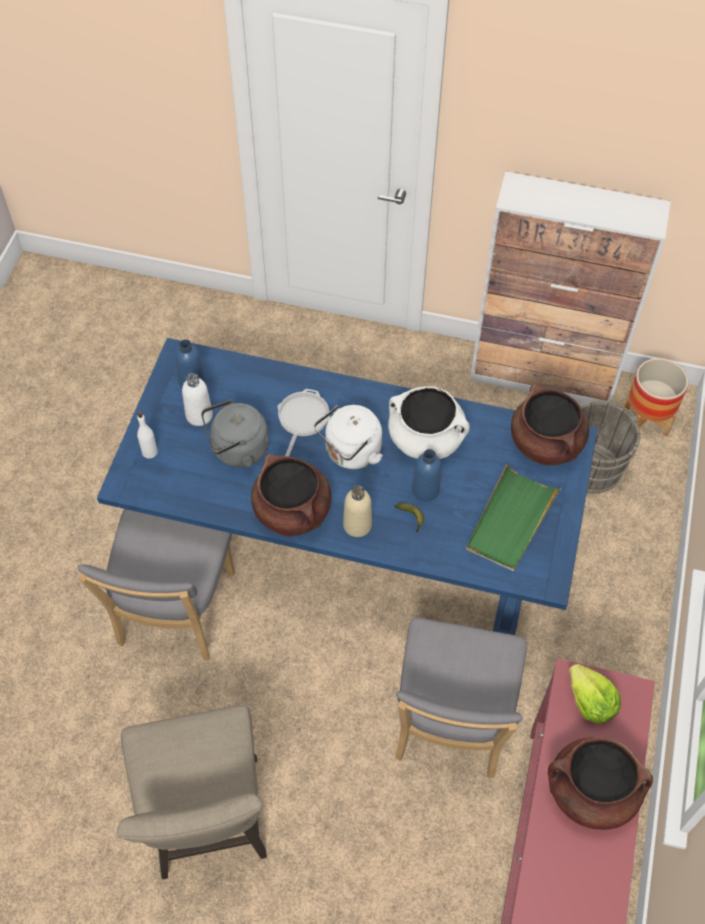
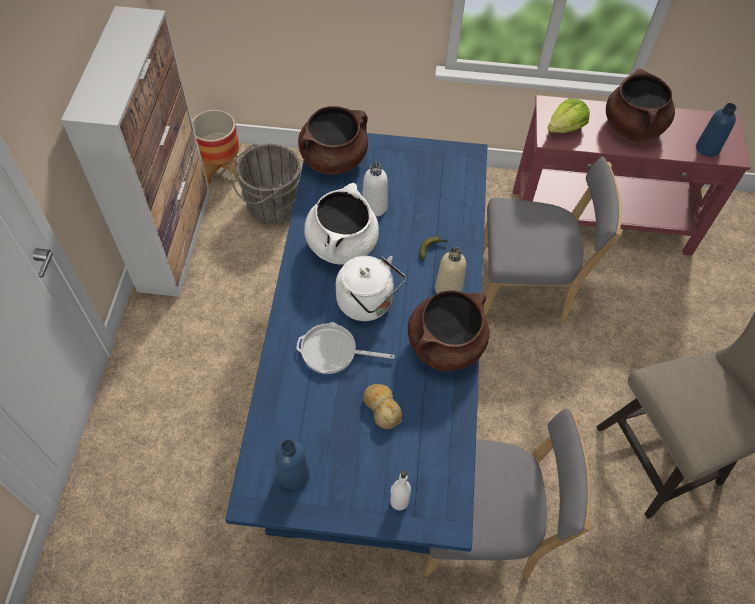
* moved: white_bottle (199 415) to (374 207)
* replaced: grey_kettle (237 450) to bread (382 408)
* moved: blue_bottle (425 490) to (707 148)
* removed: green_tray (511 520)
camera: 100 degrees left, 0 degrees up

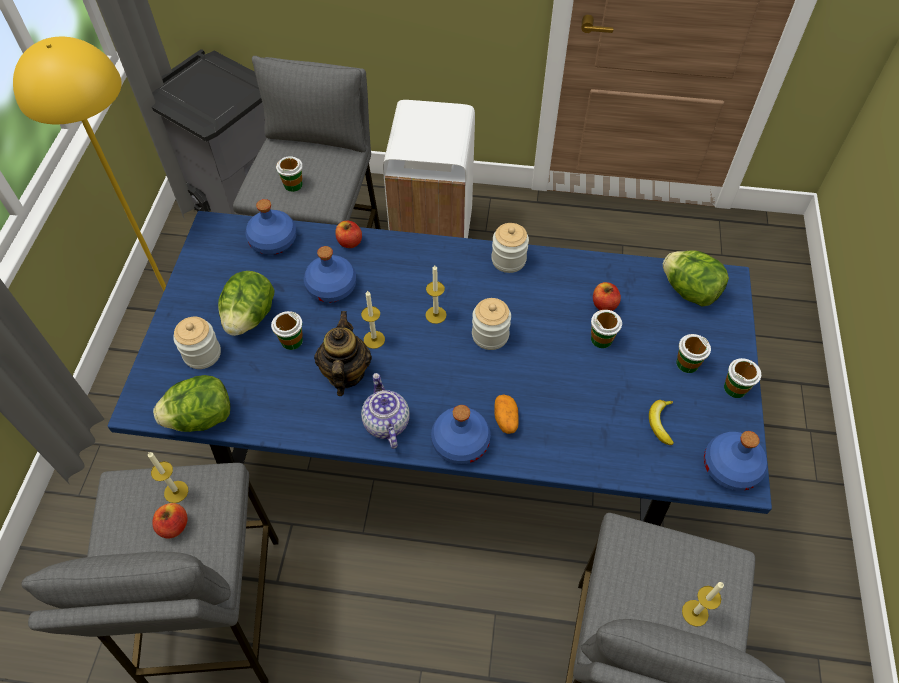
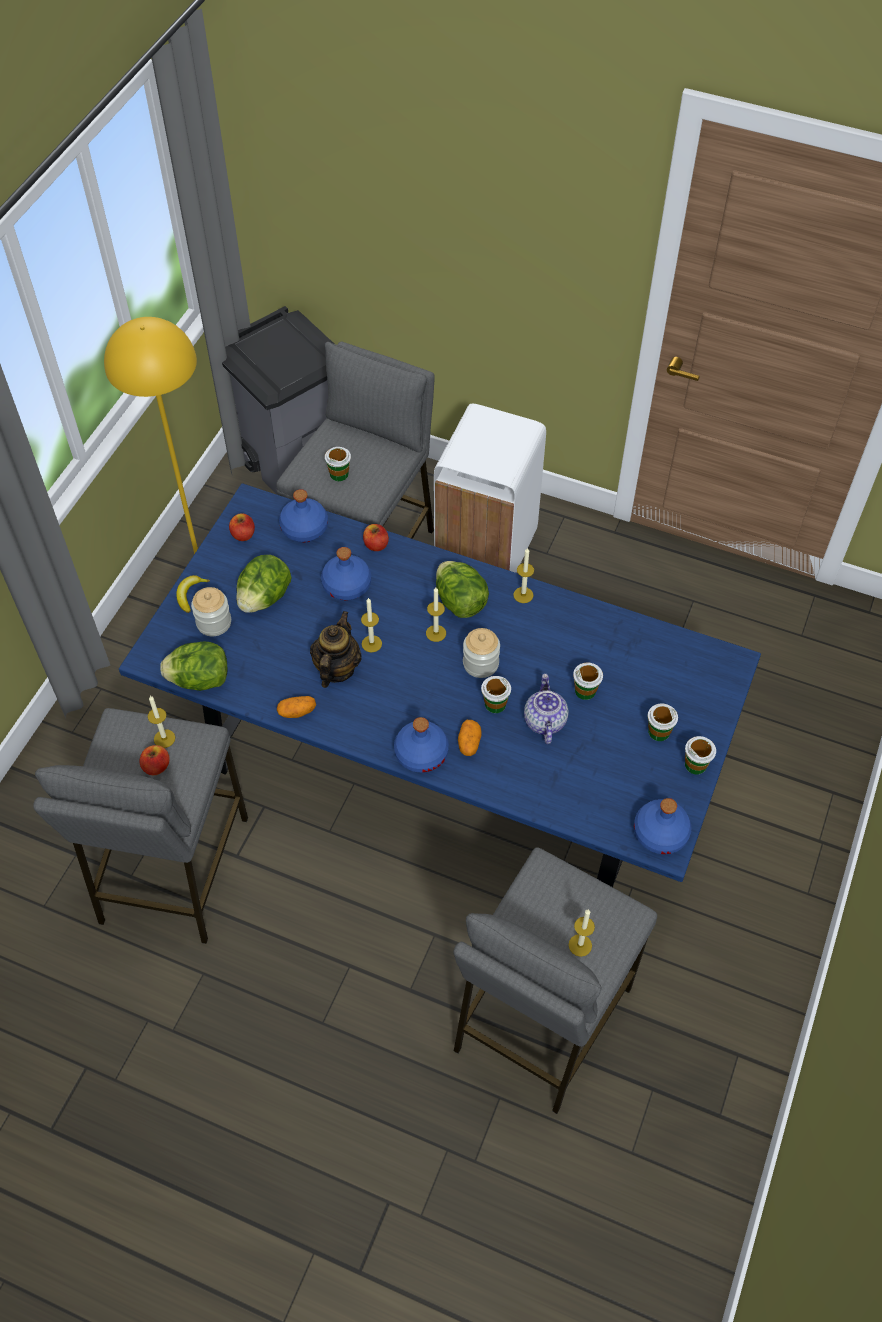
* replaced: jar (508 260) to candle (523 595)
* moved: lettuce (689 291) to (460 602)
* moved: apple (604 304) to (243 534)
* moved: cup (291 341) to (495 704)
* moved: teapot (385 422) to (544 721)
* moved: banana (660 423) to (190 595)
* added: potato (297 711)
camera: 15 degrees right, 0 degrees up

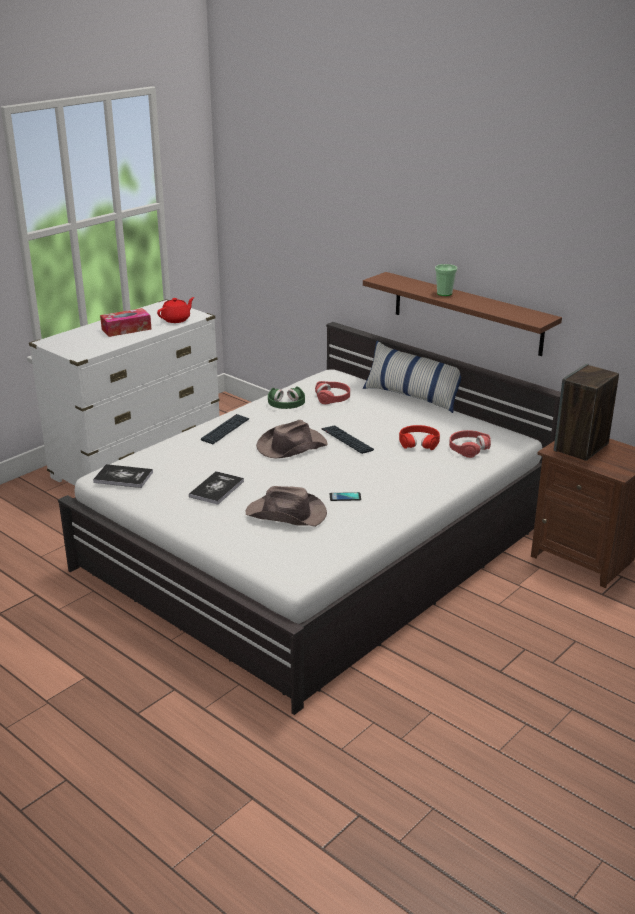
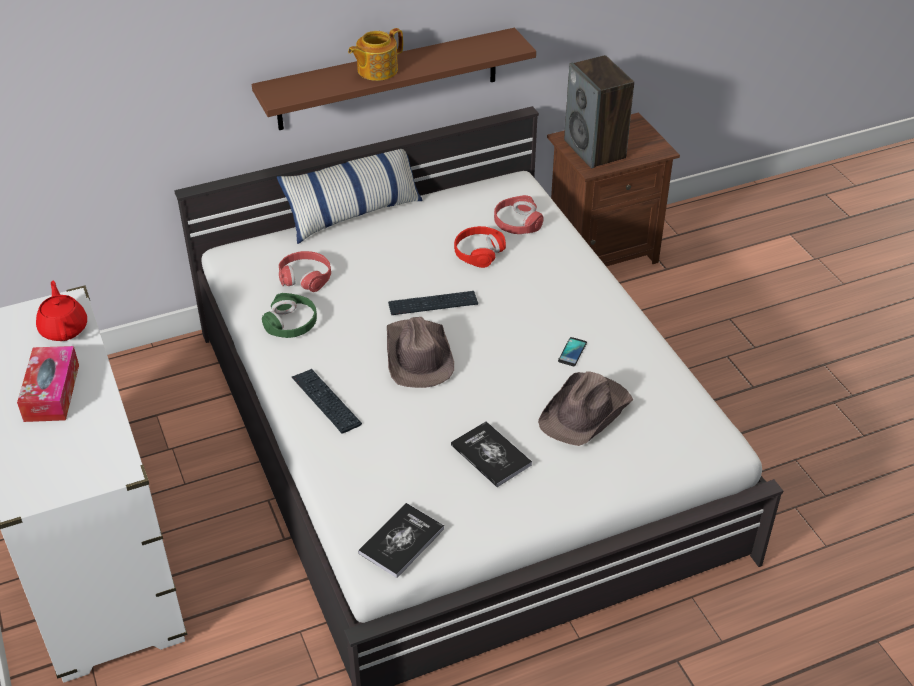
* replaced: cup (444 293) to teapot (376 70)
camera: 65 degrees left, 15 degrees up

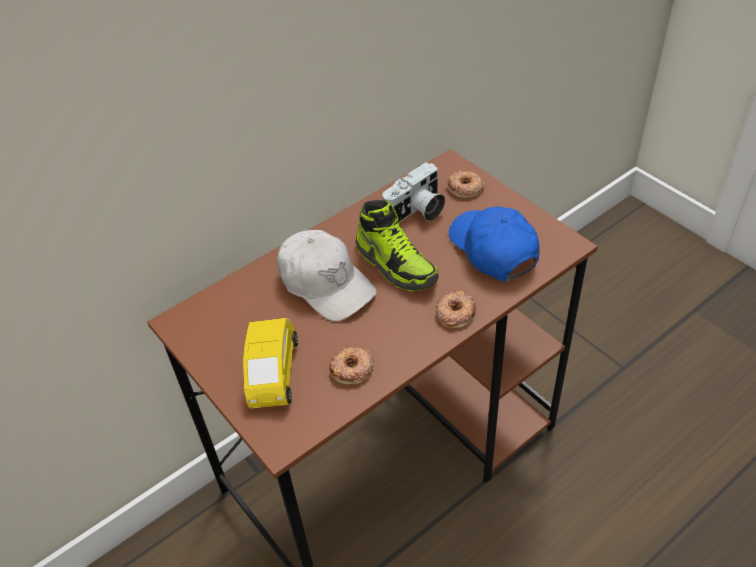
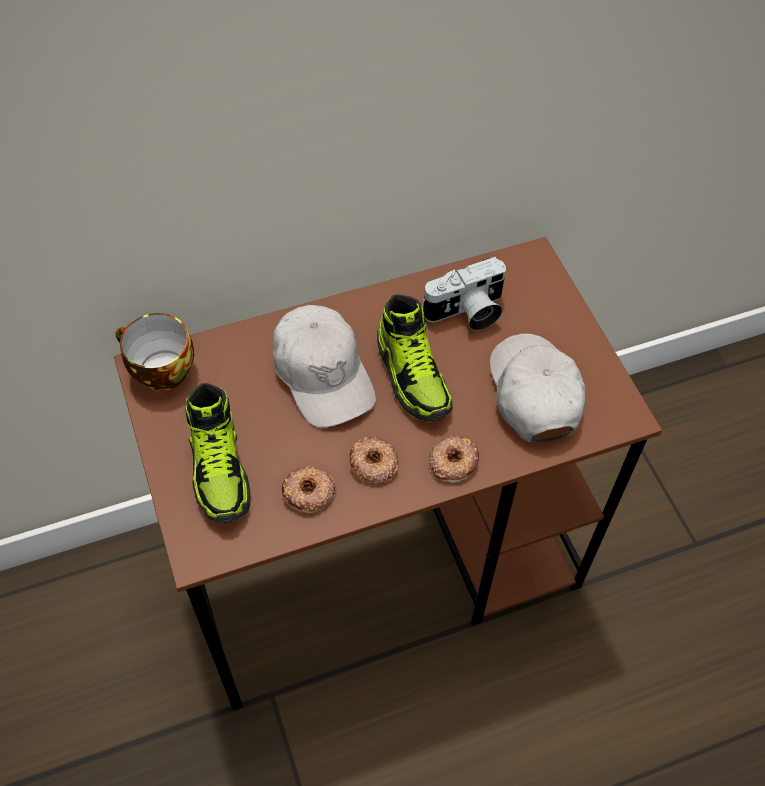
* moved: donut (465 188) to (373 463)
* recoloured: blue_cap (493 250) to white_cap (534 394)
* replaced: yellow_toy_car (272 374) to shoe (220 468)
* added: cup (159 371)
camera: 15 degrees right, 10 degrees up

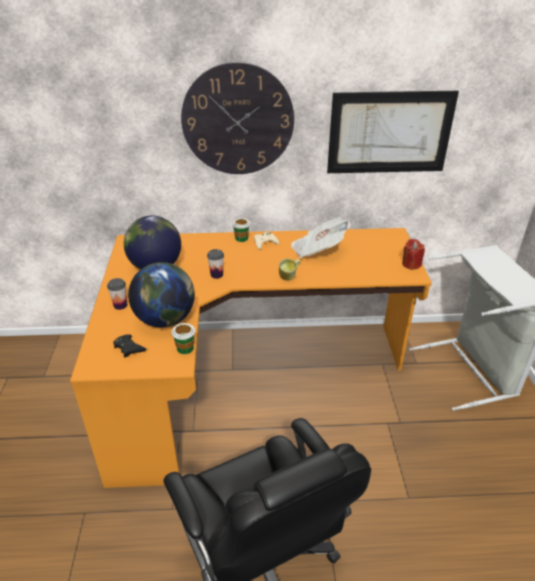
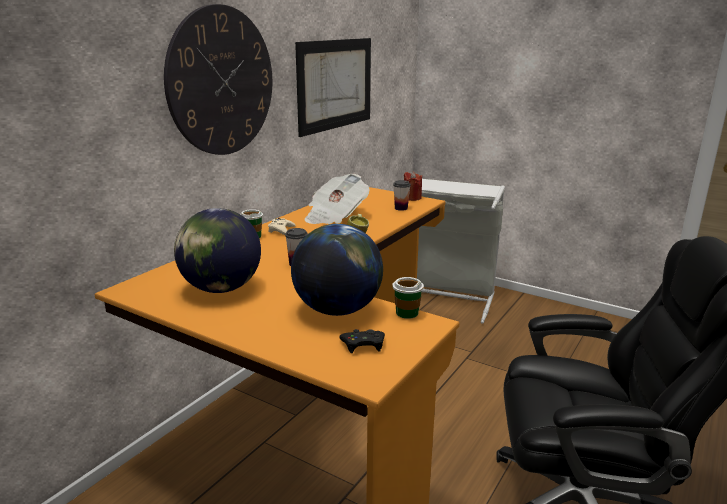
* moved: cup (120 305) to (401 208)
camera: 55 degrees left, 15 degrees down

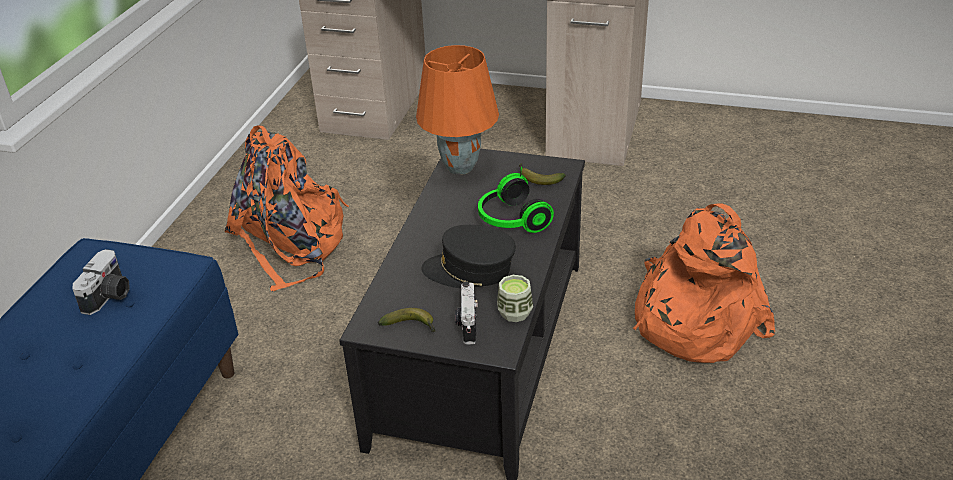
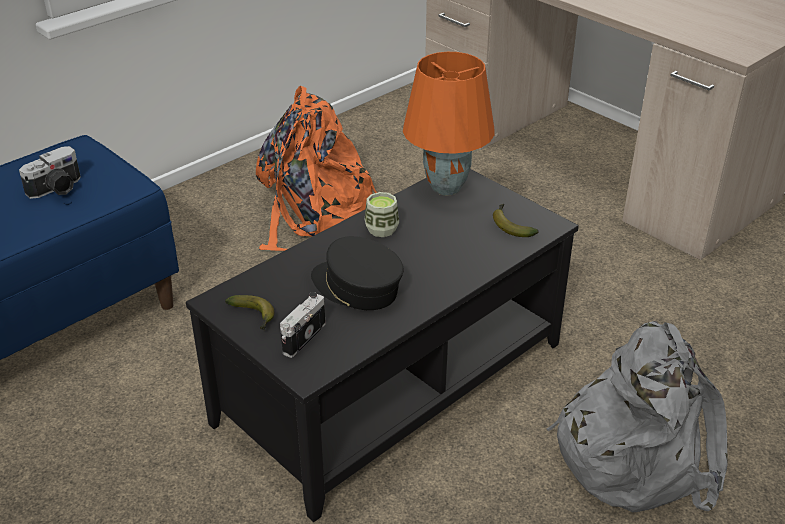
* removed: headphones (510 220)
* recoloured: orange_backpack (693 320) to grey_backpack (634 452)
* moved: cup (515 312) to (381 229)
camera: 30 degrees right, 0 degrees up

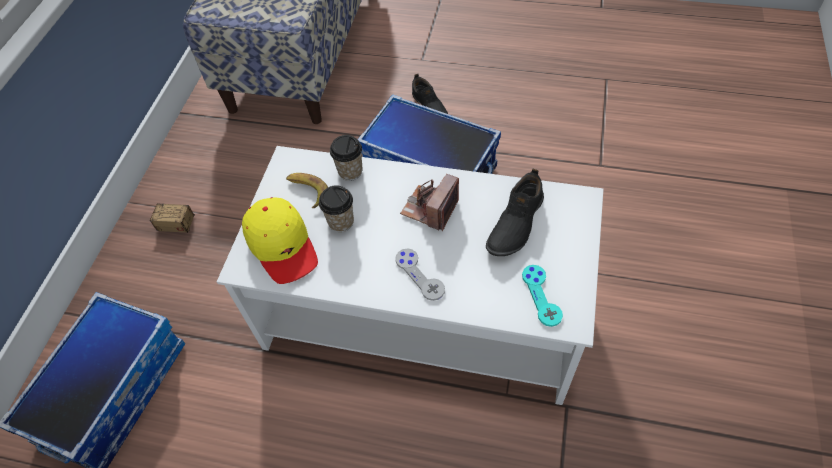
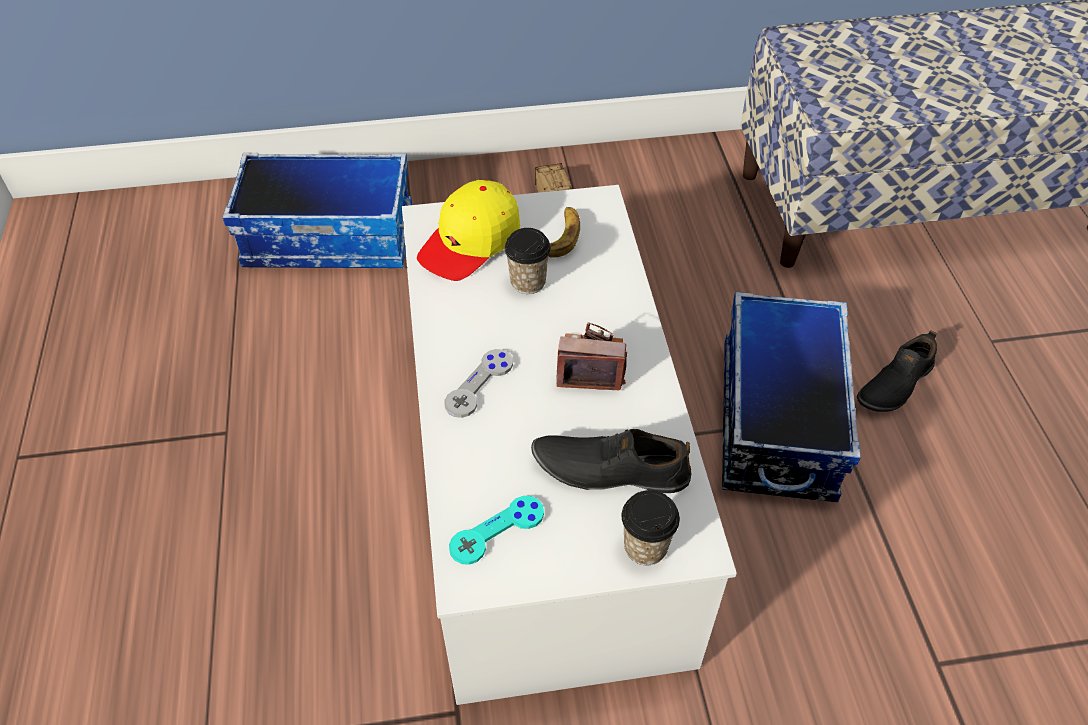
* moved: cup (350 171) to (645 547)
camera: 65 degrees right, 5 degrees down

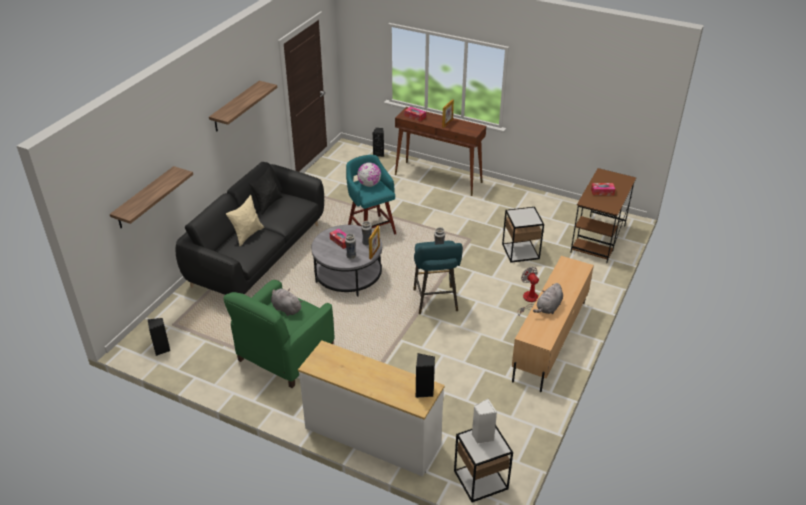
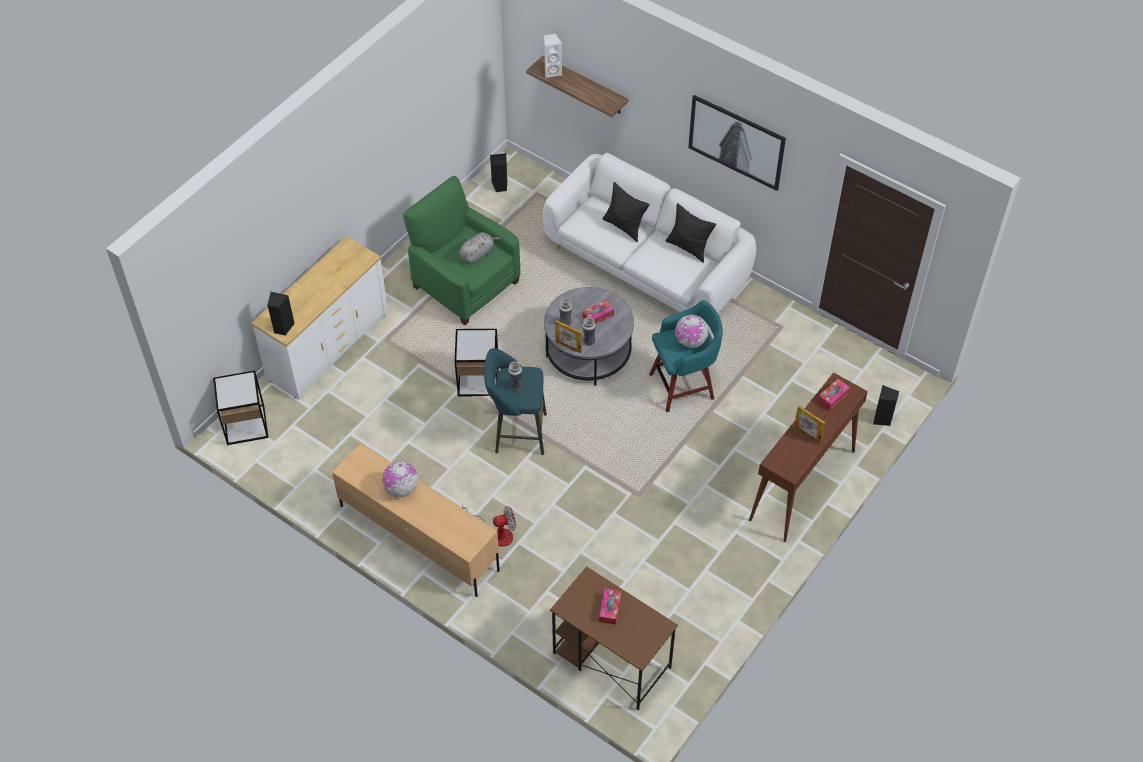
* replaced: shelf (236 106) to picture (737 141)
* recoloured: black_sofa (257 255) to white_sofa (647 266)
* recoloured: beige_pillow (247 235) to black_pillow (624 226)
* moved: side_table (520 251) to (478 380)
* replaced: grey_plush_toy (548 308) to globe (401 489)
* moved: white_speaker (482 437) to (552 71)
camera: 100 degrees right, 15 degrees up

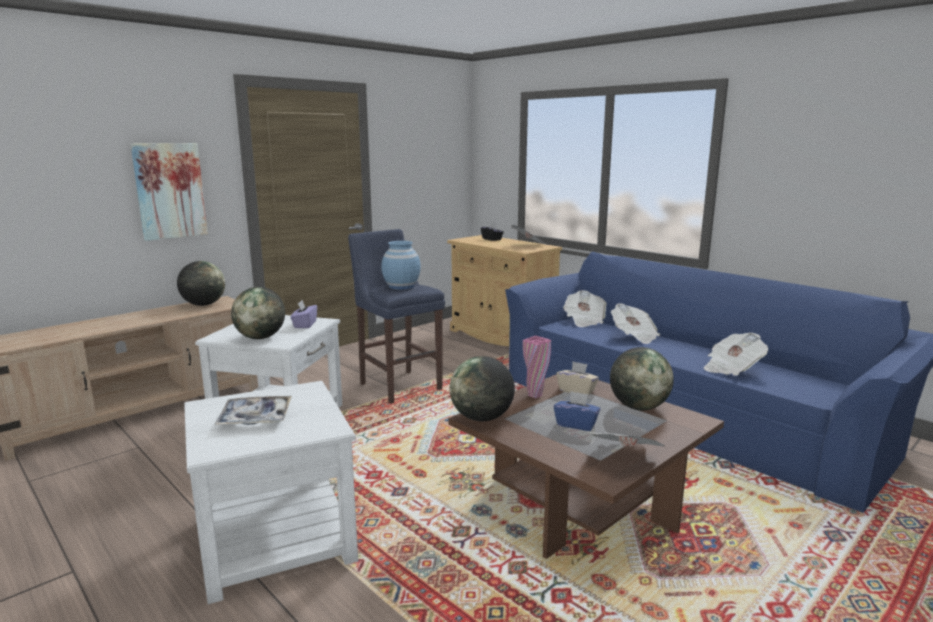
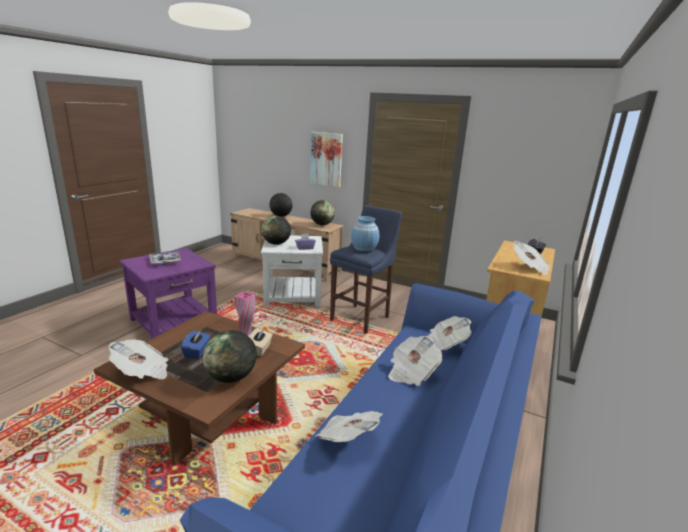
* moved: globe (482 418) to (281 216)
* recoloured: white_side_table (276 540) to purple_side_table (174 321)
camera: 70 degrees right, 5 degrees up

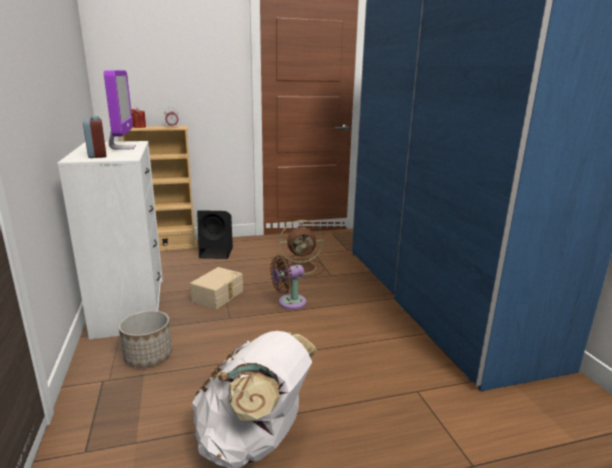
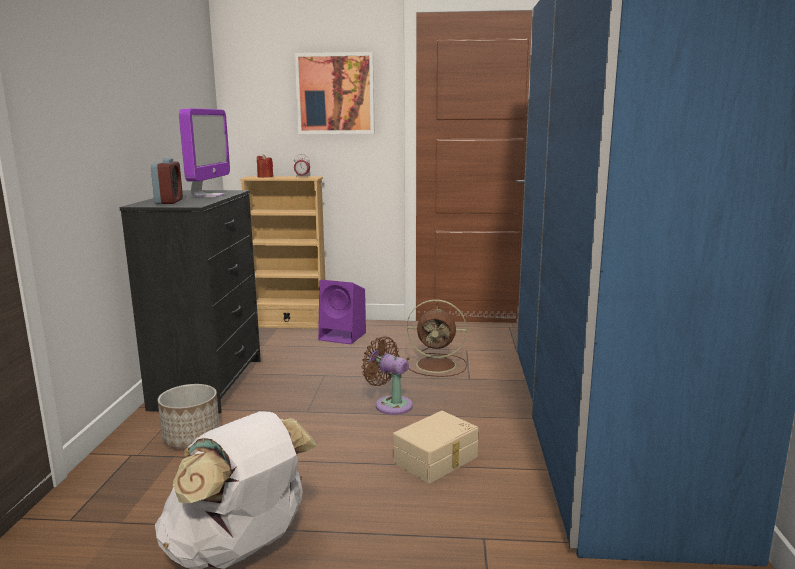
* recoloured: white_dresser (131 306) to black_dresser (209 383)
* recoloured: black_speaker (217 253) to purple_speaker (344 336)
* turned: brown_fan (289 303) = (390 404) 45 degrees clockwise
* moved: beige_storage_box (219 296) to (437 460)
* added: picture (335 94)
camera: 20 degrees right, 5 degrees down

